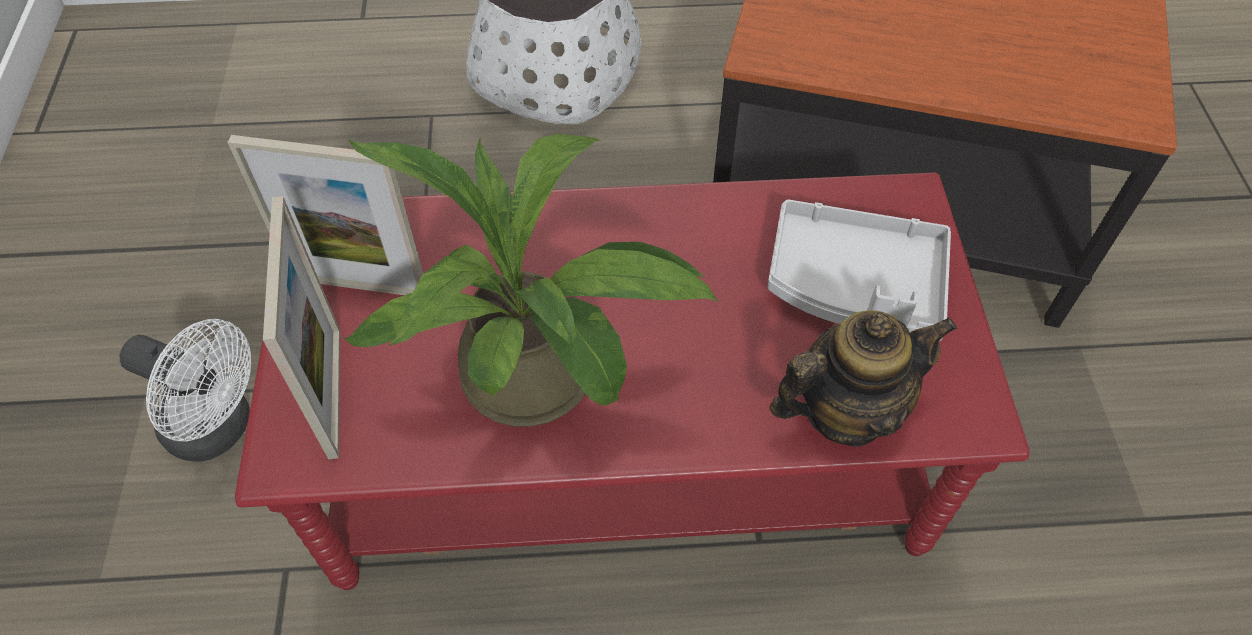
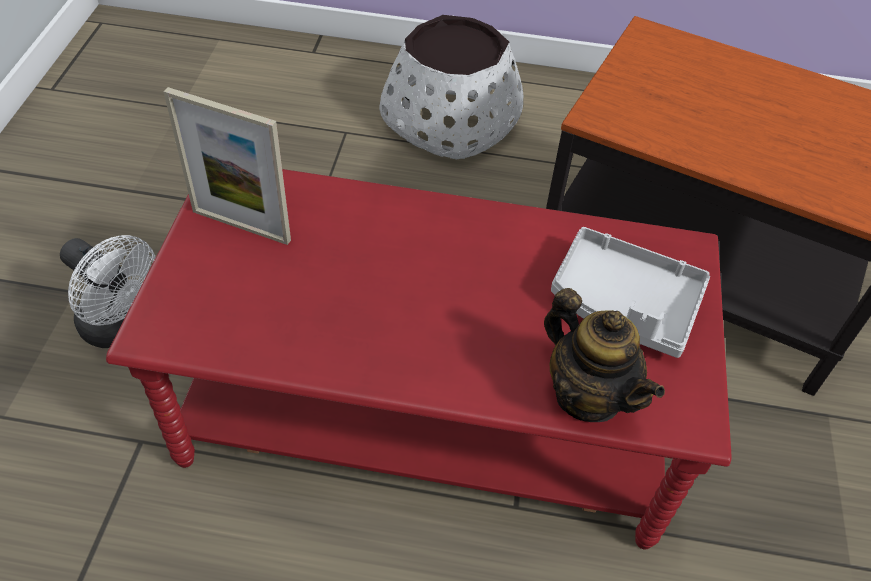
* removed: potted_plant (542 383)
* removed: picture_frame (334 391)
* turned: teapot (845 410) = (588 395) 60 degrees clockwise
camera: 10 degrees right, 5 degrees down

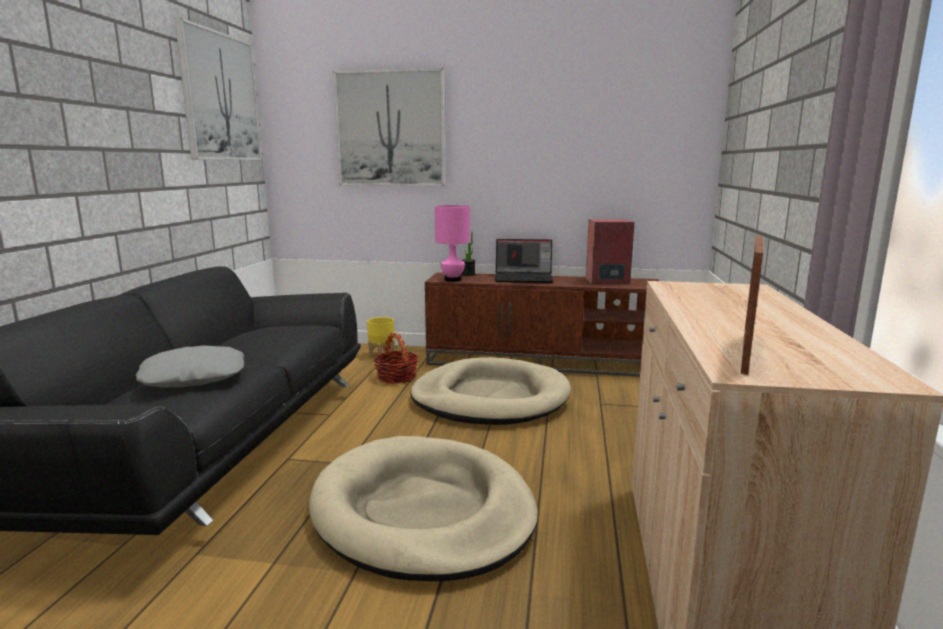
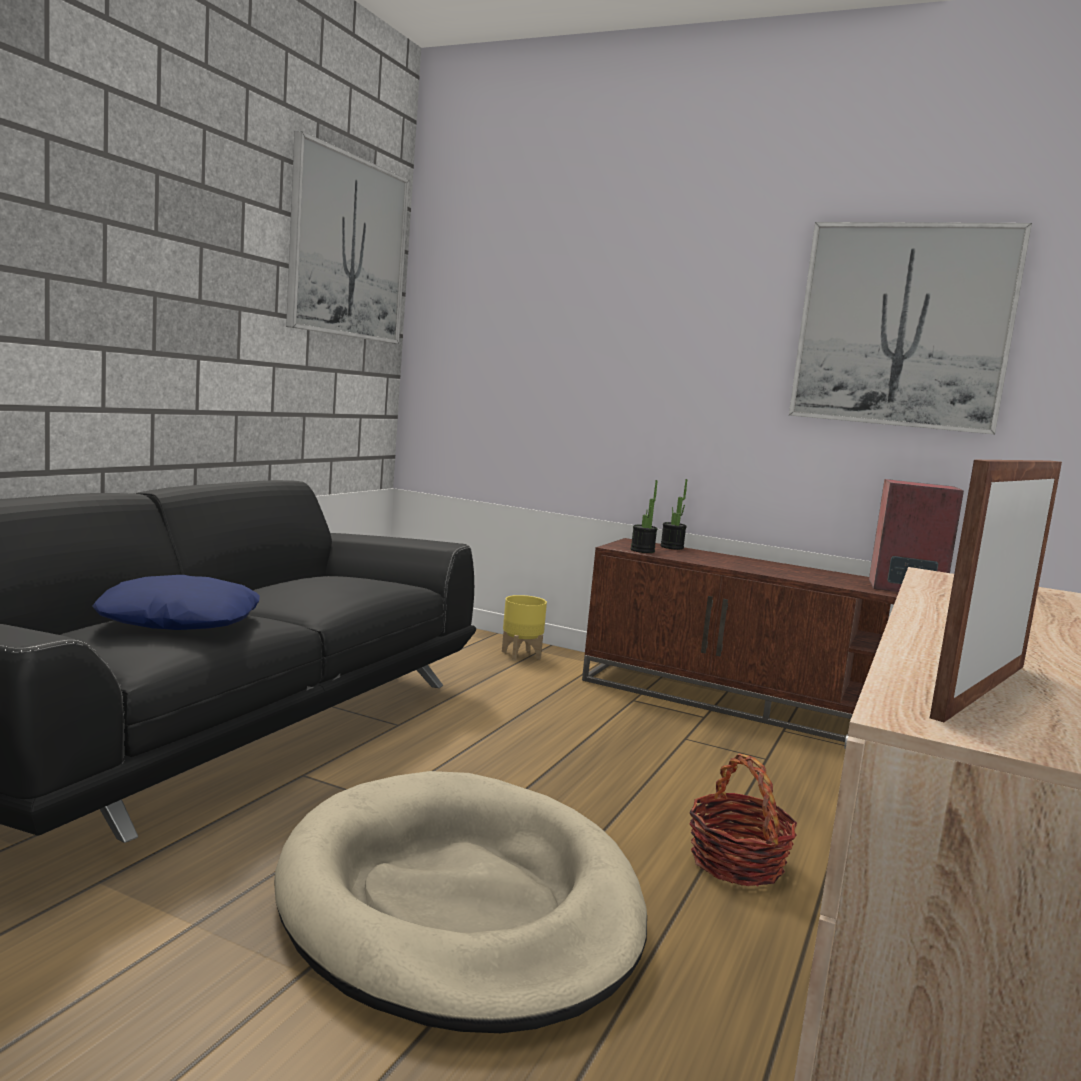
* moved: picture (390 129) to (903 326)
* replaced: pink_table_lamp (453 280) to potted_plant (642 550)
* removed: laptop (524 278)
* moved: basket (397 377) to (737 863)
* recoloured: grey_pillow (194 377) to blue_pillow (180 619)
* removed: beige_dog_bed (490 398)
camera: 15 degrees right, 5 degrees down

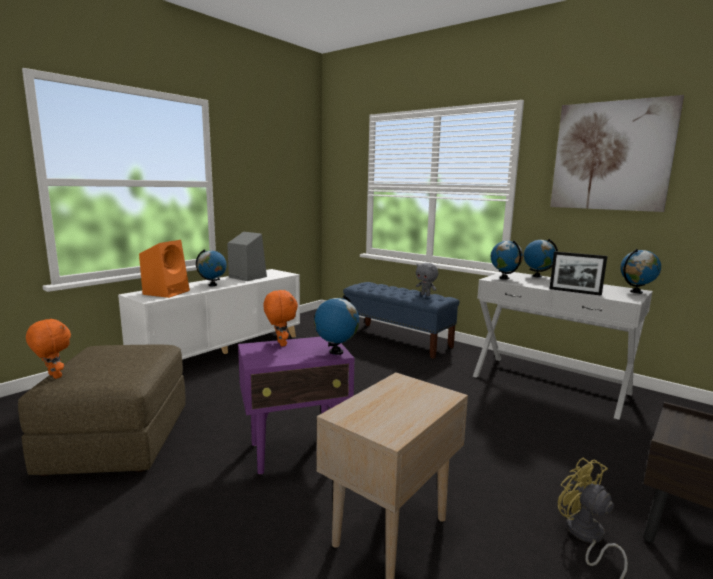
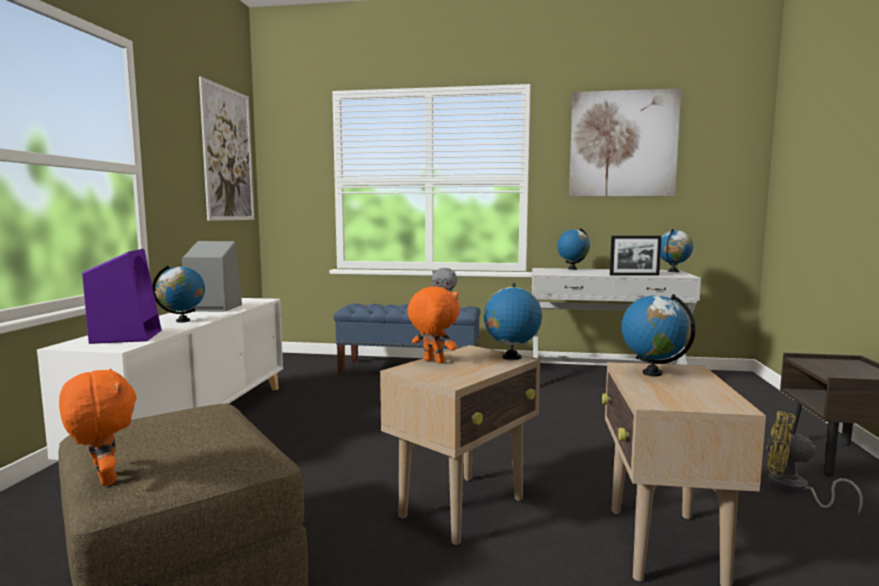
* recoloured: orange_speaker (167 292) to purple_speaker (127 336)
* moved: globe (504 278) to (652 373)
* turned: orange_plush_toy (53 376) = (103 480) 45 degrees clockwise
* recoloured: purple_side_table (296 452) to beige_side_table (463 507)
* added: picture (228 154)
camera: 30 degrees left, 5 degrees down

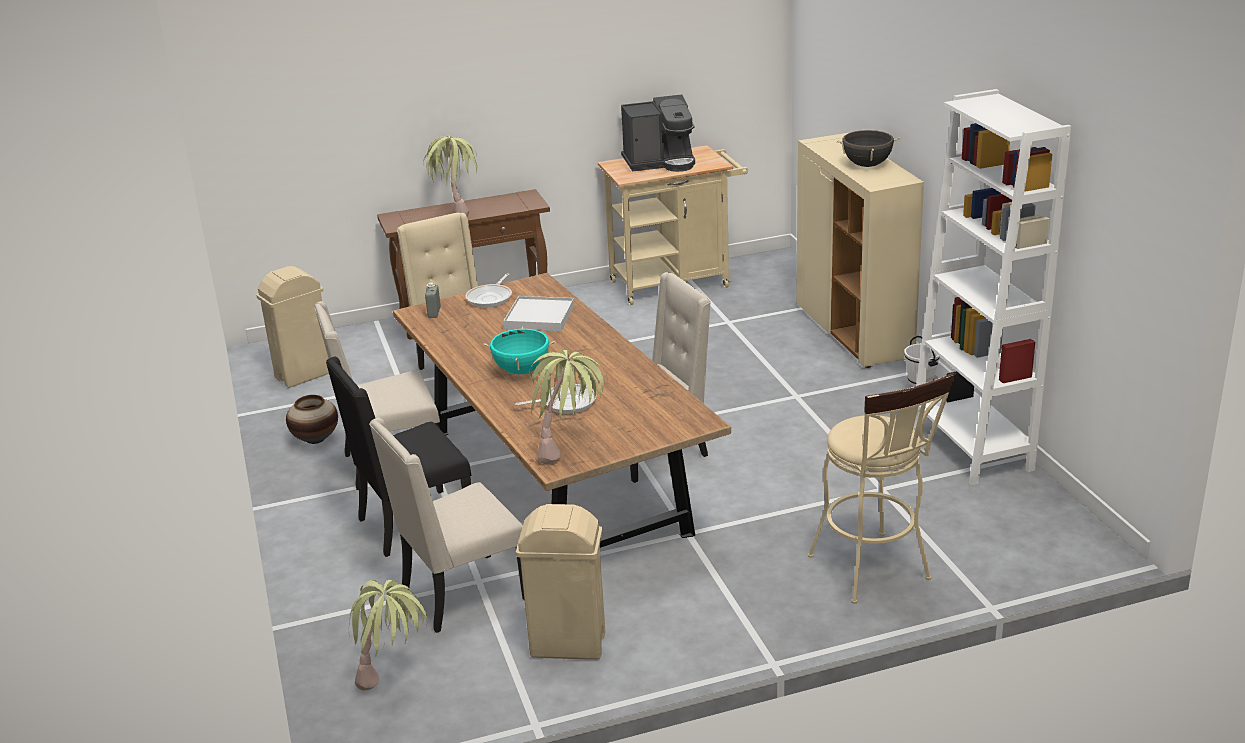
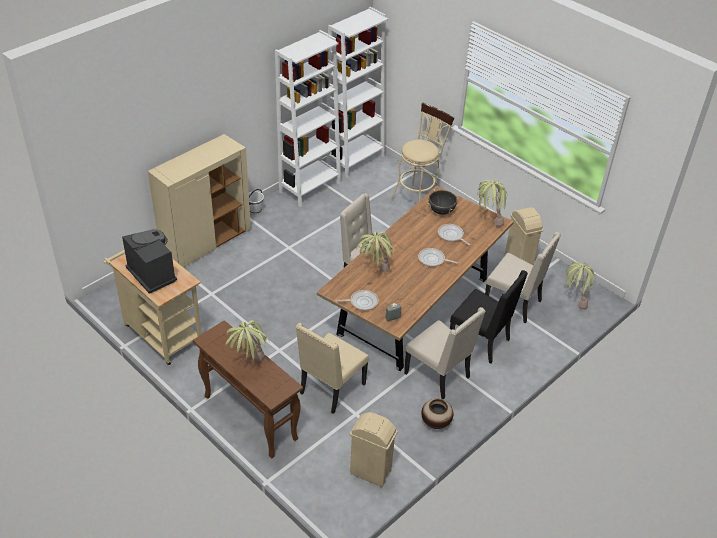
* moved: black_cooking_pot (867 165) to (441 211)
* replaced: white_tray (540 317) to potted_plant (374 274)
* replaced: turquoise_cooking_pot (521 371) to frying_pan (433 260)
* added: white_bookcase (355 160)
camera: 120 degrees left, 15 degrees up

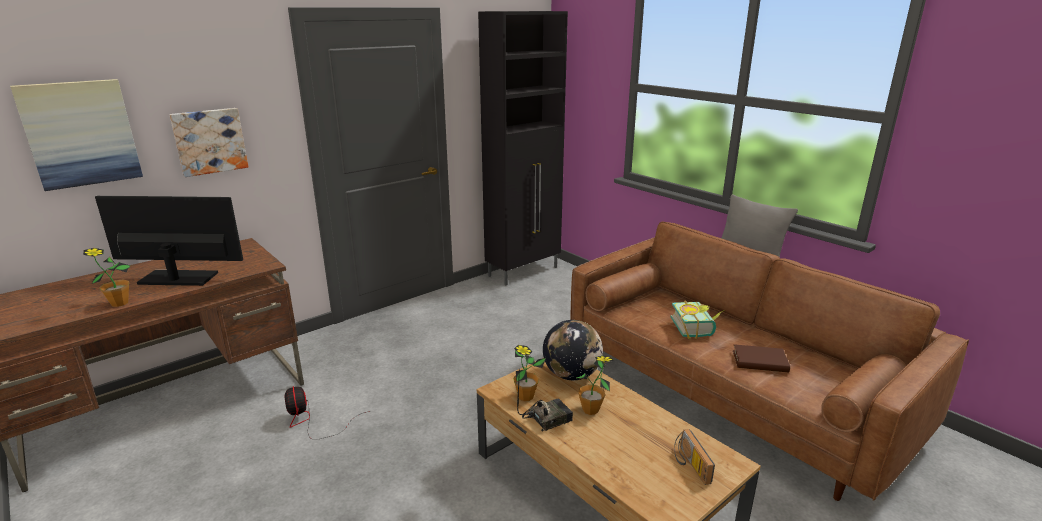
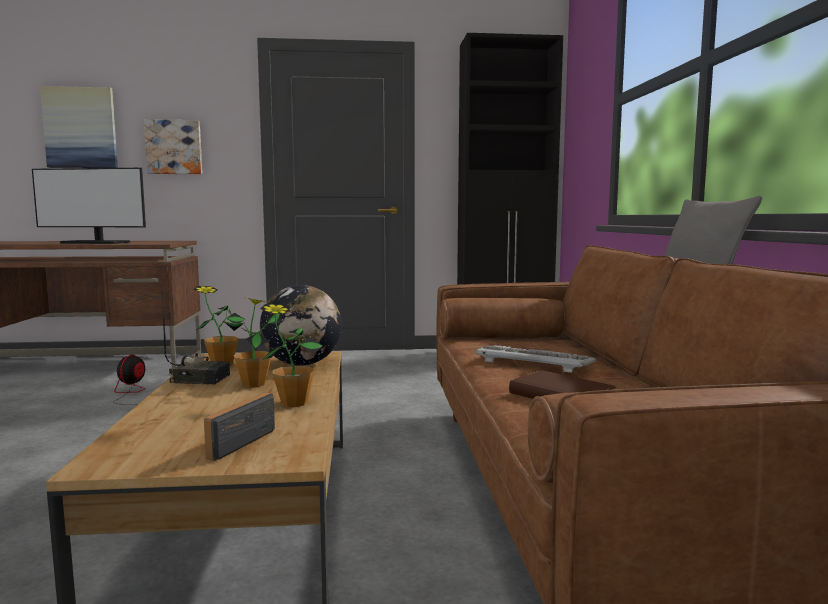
* turned: monitor (178 278) = (95 243) 150 degrees clockwise
* moved: potted_plant (119 303) to (293 403)
* replaced: book (696 328) to keyboard (534 362)
camera: 35 degrees right, 15 degrees down

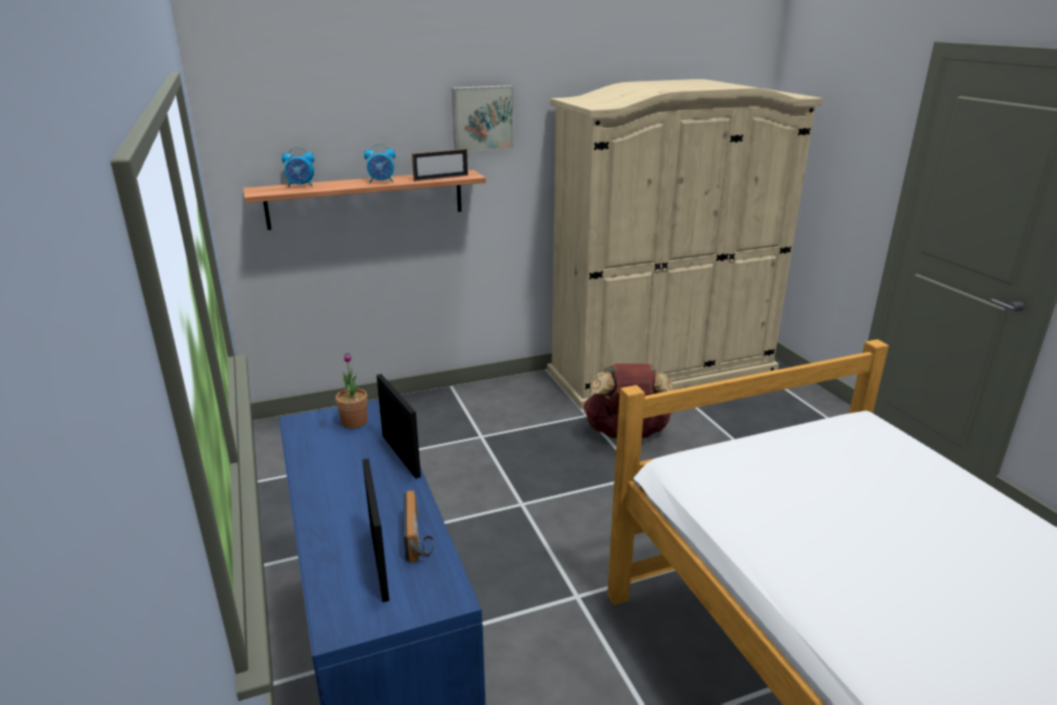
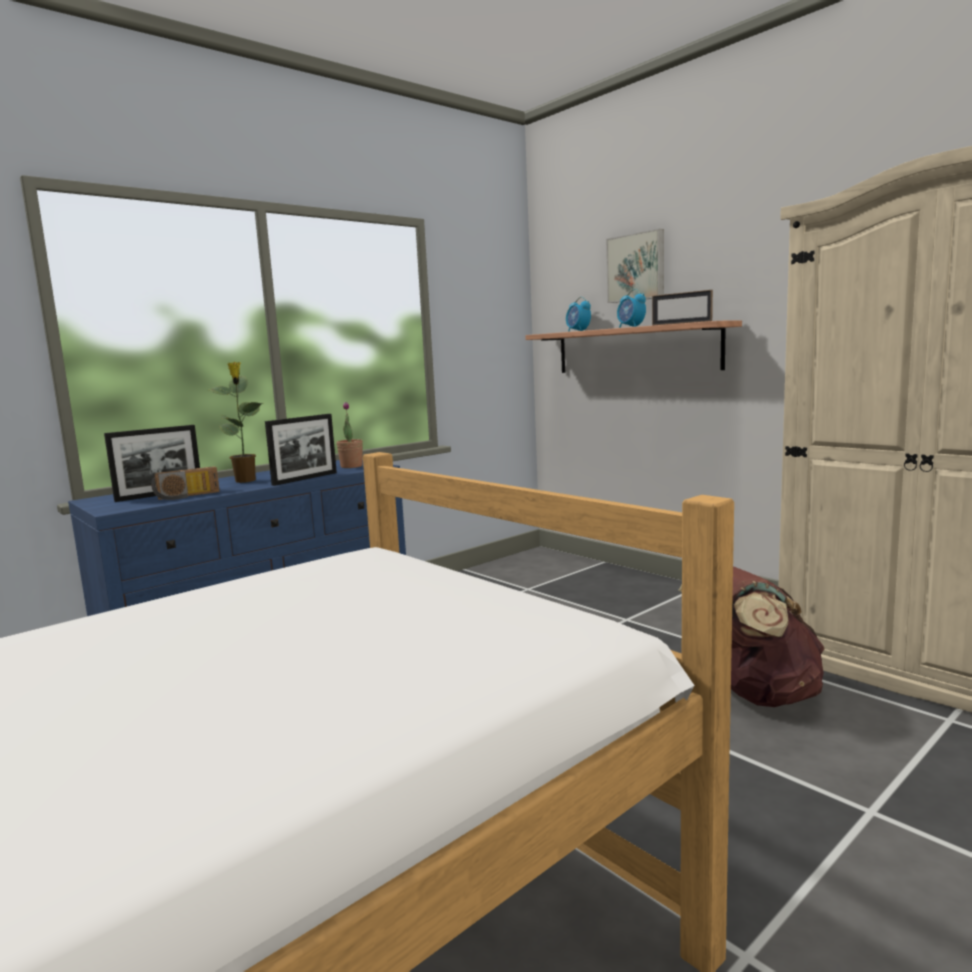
* moved: picture (482 118) to (636 267)
* added: potted_plant (246 481)
camera: 70 degrees right, 15 degrees down

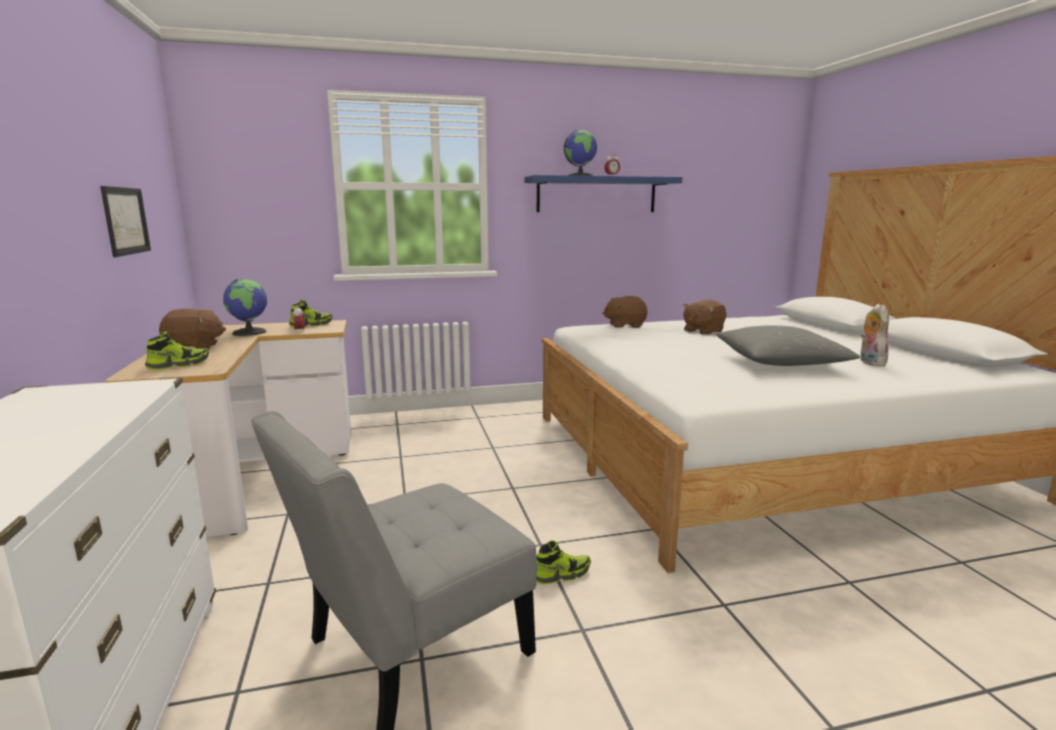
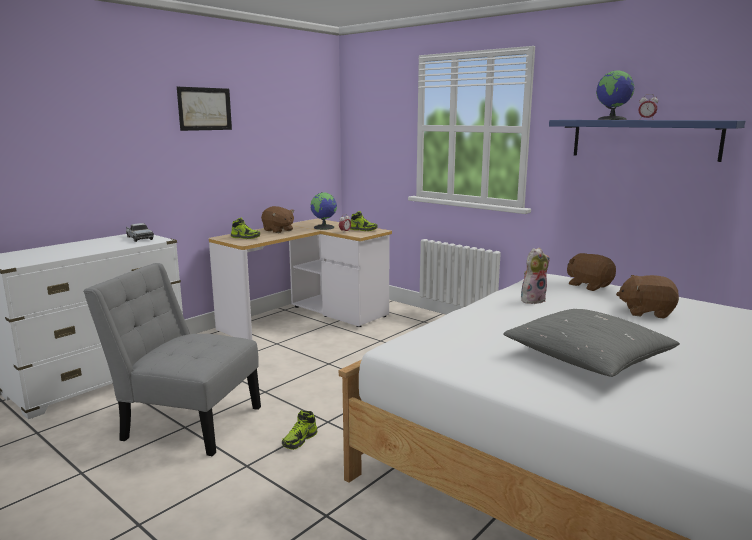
* moved: picture (126 221) to (204 109)
* moved: plush_toy (869 362) to (532 300)
* turned: shoe (561 574) = (300 440) 90 degrees clockwise
* added: toy_truck (139 238)
camera: 55 degrees right, 0 degrees up

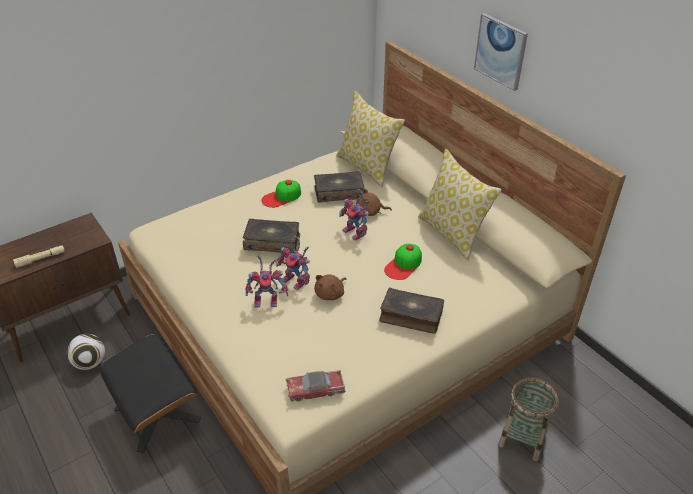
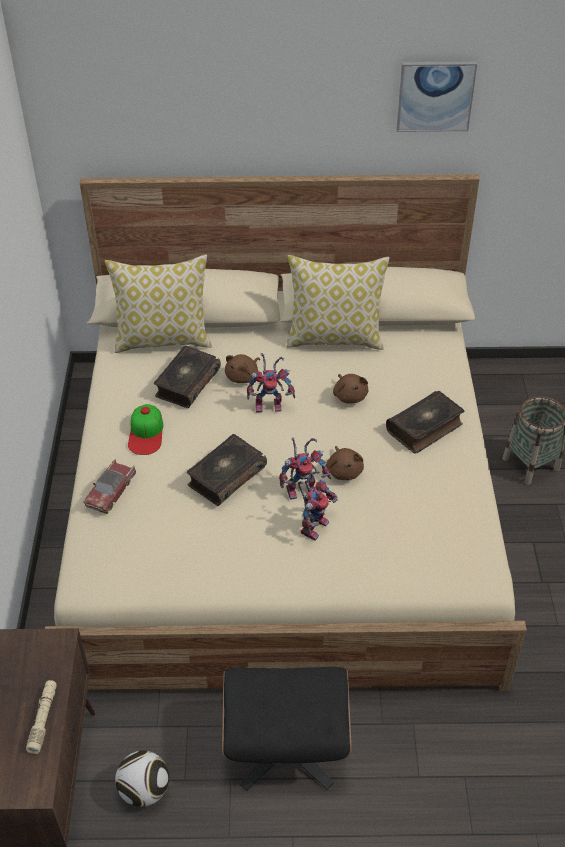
* moved: picture (500 51) to (435 96)
* replaced: cap (403 265) to brown_plush_toy (349 395)
* moved: toy_car (315 389) to (111 491)
camera: 55 degrees left, 5 degrees up

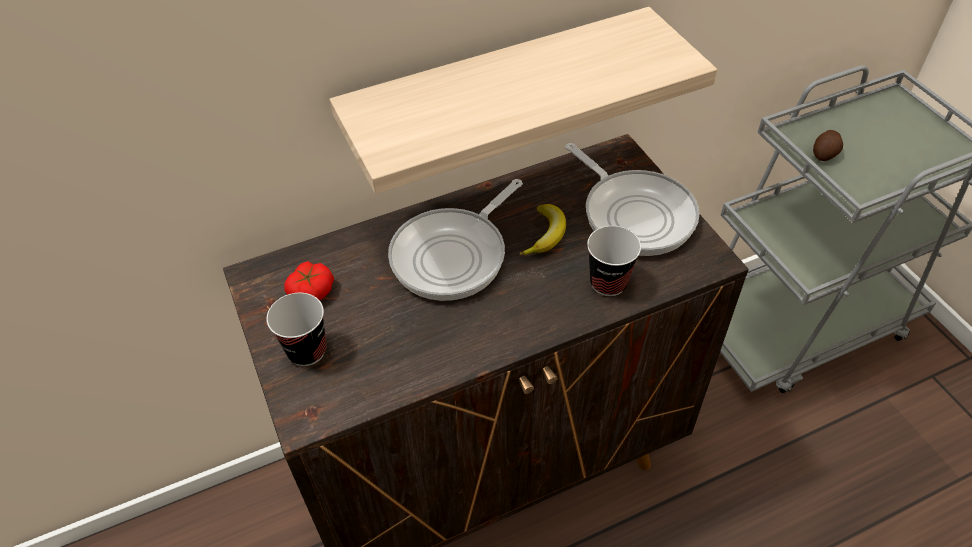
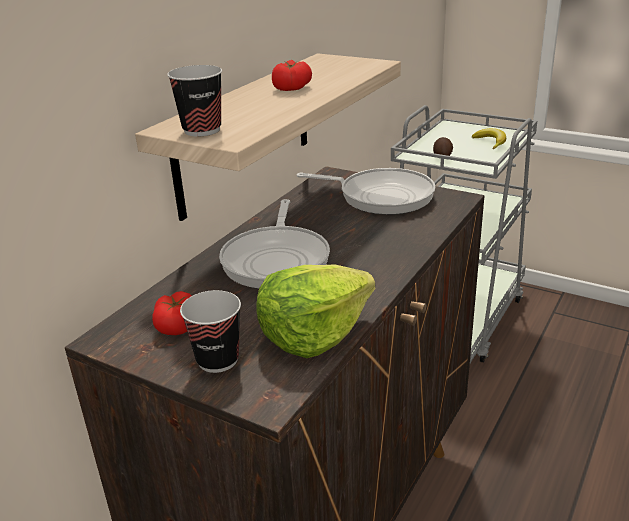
* moved: banana (545 235) to (490 142)
* moved: cup (608 283) to (202 130)
* added: tomato (292 88)
* added: lettuce (313 333)
camera: 35 degrees left, 20 degrees down

